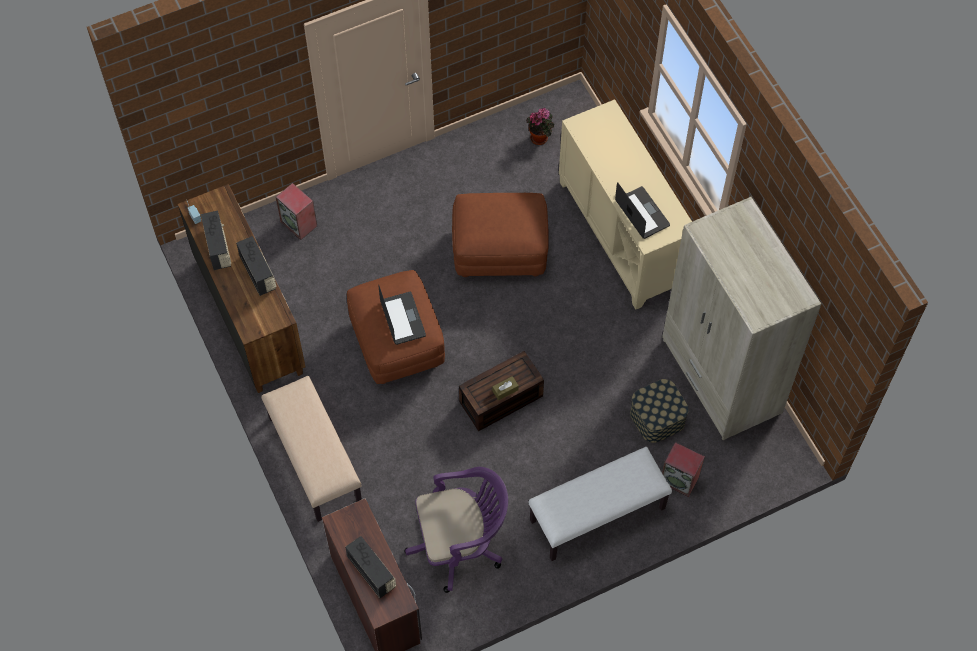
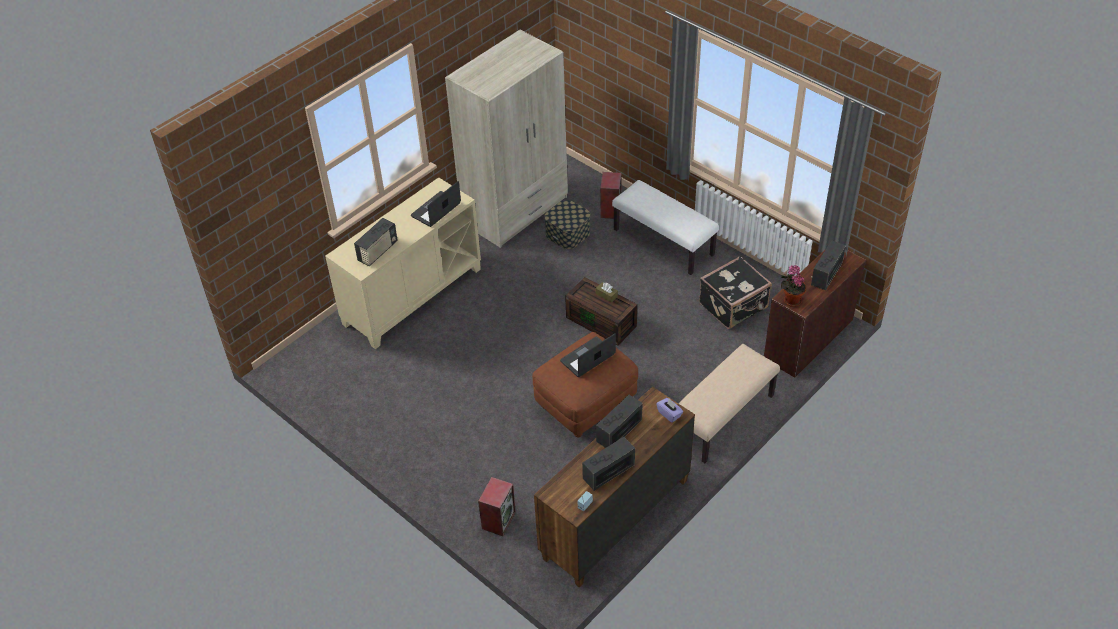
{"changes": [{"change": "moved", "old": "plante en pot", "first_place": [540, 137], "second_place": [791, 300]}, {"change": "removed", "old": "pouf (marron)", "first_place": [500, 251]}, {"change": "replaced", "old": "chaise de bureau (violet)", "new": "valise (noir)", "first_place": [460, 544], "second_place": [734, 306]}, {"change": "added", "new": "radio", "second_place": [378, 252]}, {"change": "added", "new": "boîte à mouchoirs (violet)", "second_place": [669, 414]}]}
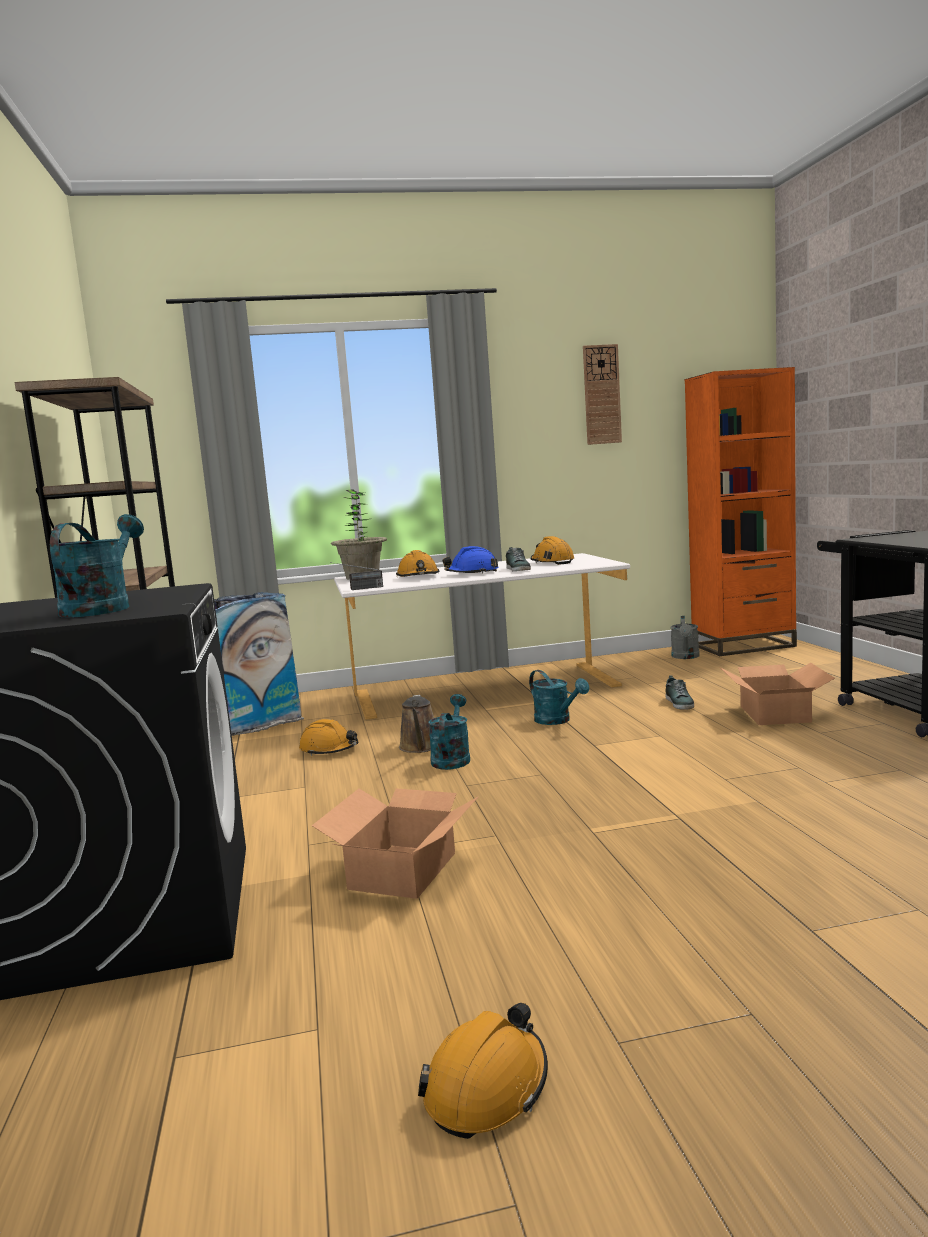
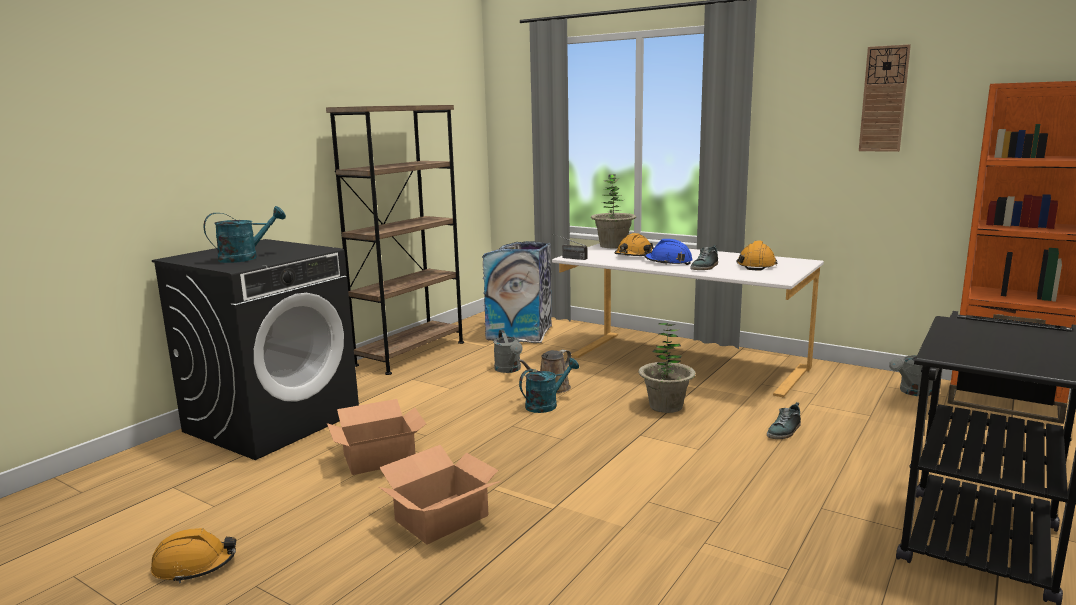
{"changes": [{"change": "moved", "old": "carton", "first_place": [774, 714], "second_place": [440, 518]}, {"change": "replaced", "old": "arrosoir (turquoise)", "new": "plante en pot", "first_place": [557, 721], "second_place": [666, 406]}, {"change": "replaced", "old": "casque de chantier (orange)", "new": "arrosoir (gris)", "first_place": [329, 749], "second_place": [509, 370]}]}
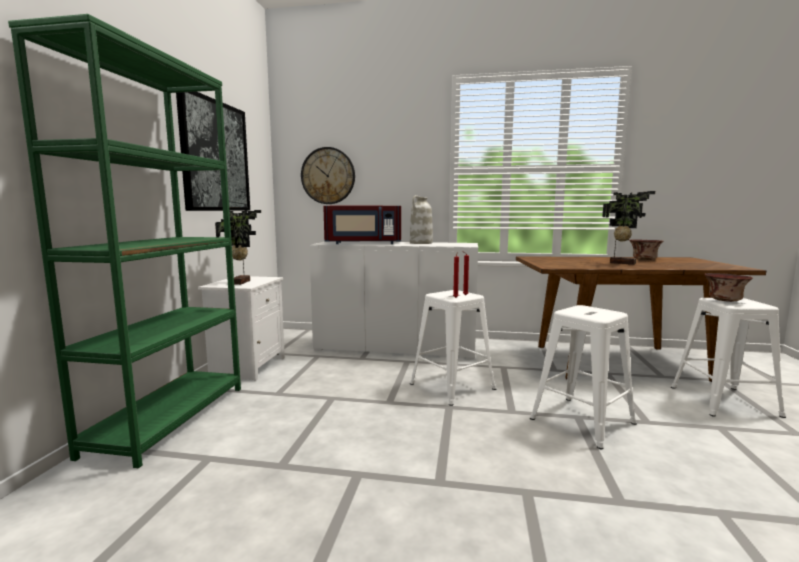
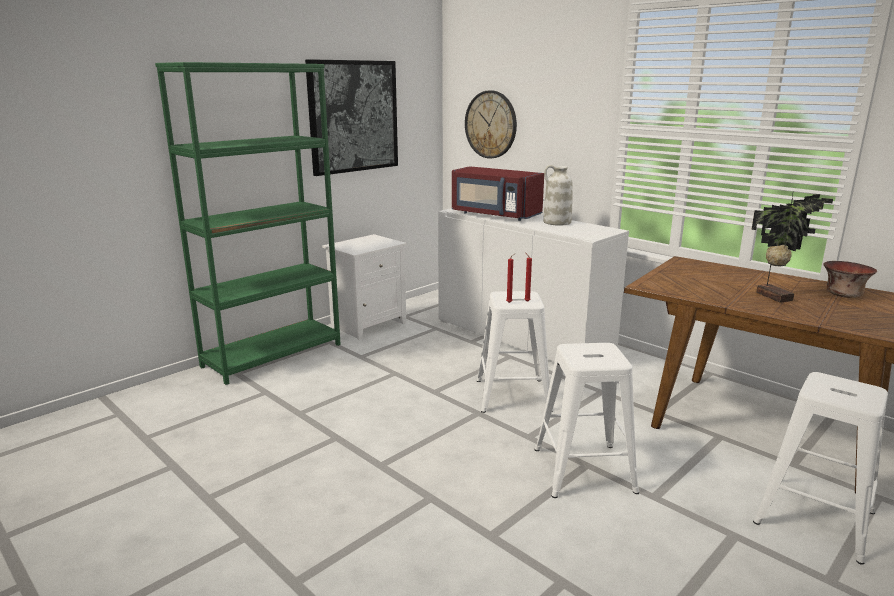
{"changes": [{"change": "removed", "old": "plante en pot", "first_place": [242, 282]}, {"change": "removed", "old": "bol", "first_place": [724, 300]}]}
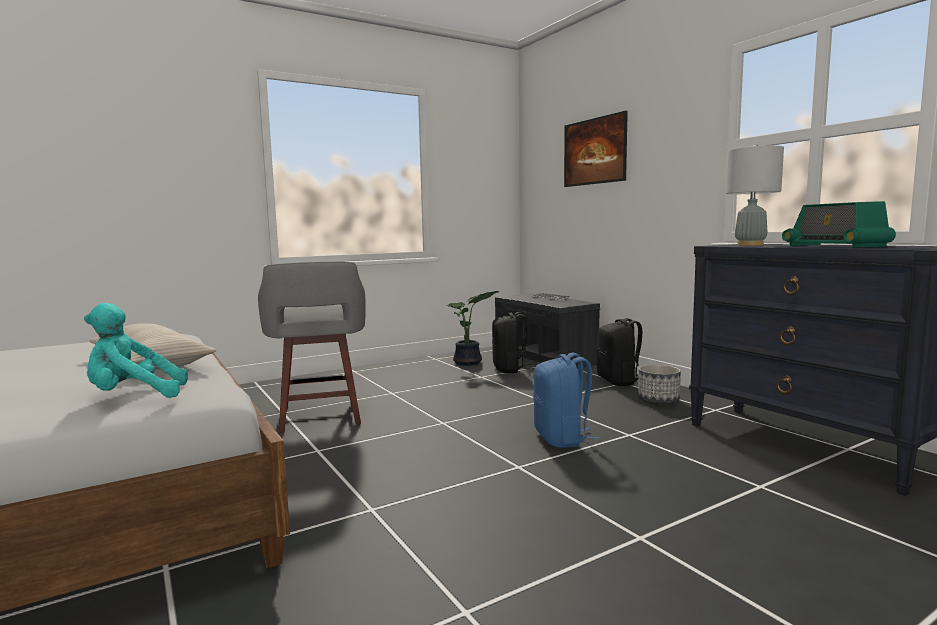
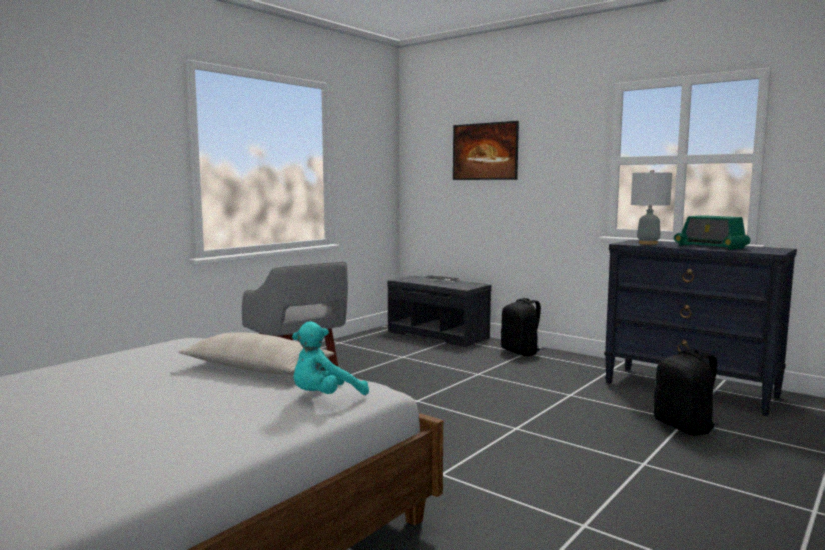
{"changes": [{"change": "removed", "old": "plante en pot", "first_place": [469, 363]}, {"change": "moved", "old": "sac à dos (noir)", "first_place": [510, 369], "second_place": [684, 427]}, {"change": "removed", "old": "sac à dos (bleu)", "first_place": [562, 439]}, {"change": "removed", "old": "cache-pot", "first_place": [658, 400]}]}
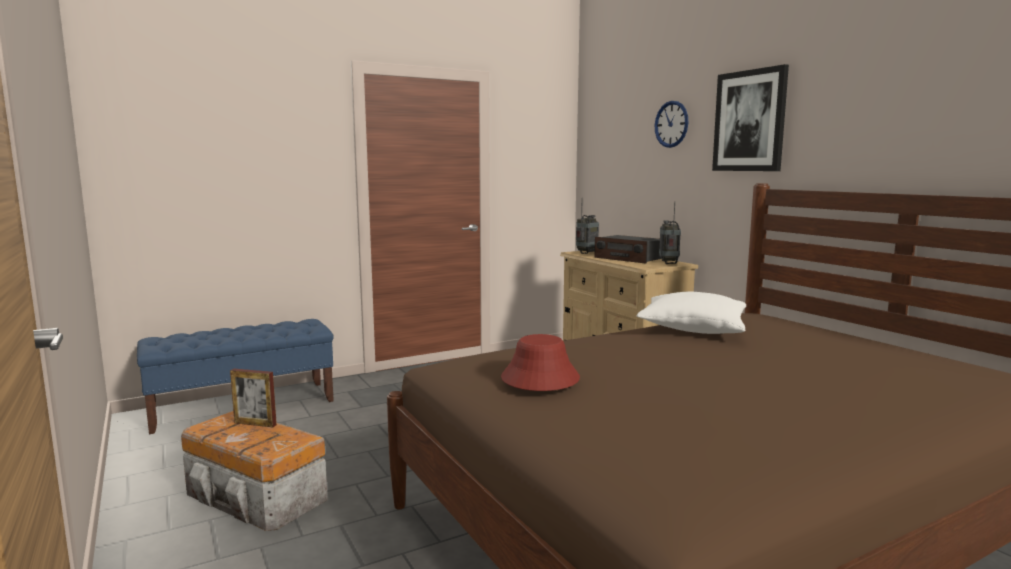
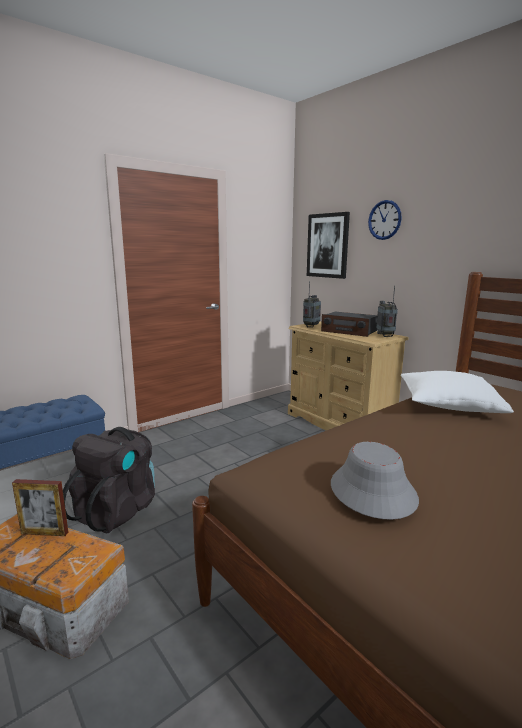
{"changes": [{"change": "moved", "old": "tableau", "first_place": [749, 121], "second_place": [328, 245]}, {"change": "recoloured", "old": "chapeau (rouge)", "new": "chapeau (gris)", "first_place": [539, 378], "second_place": [372, 491]}, {"change": "added", "new": "sac à dos (noir)", "second_place": [117, 510]}]}
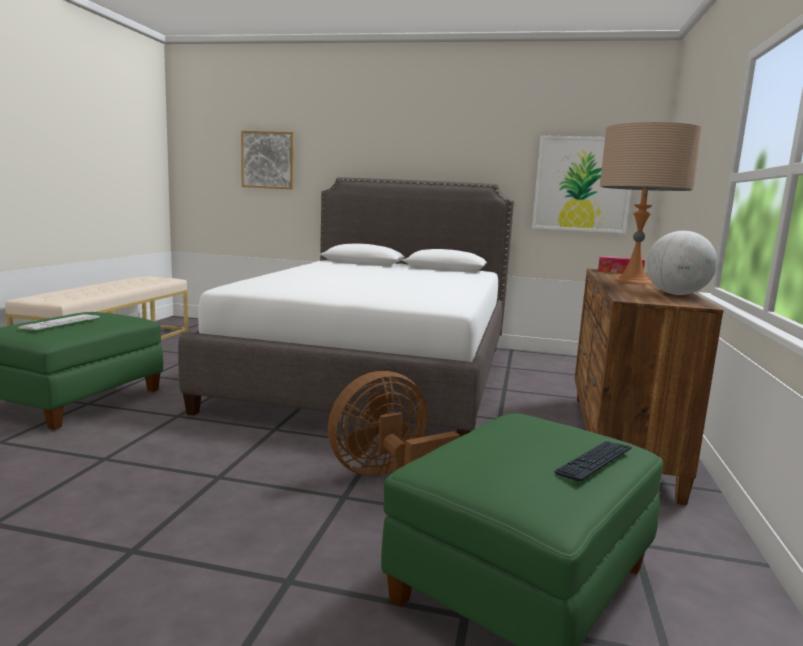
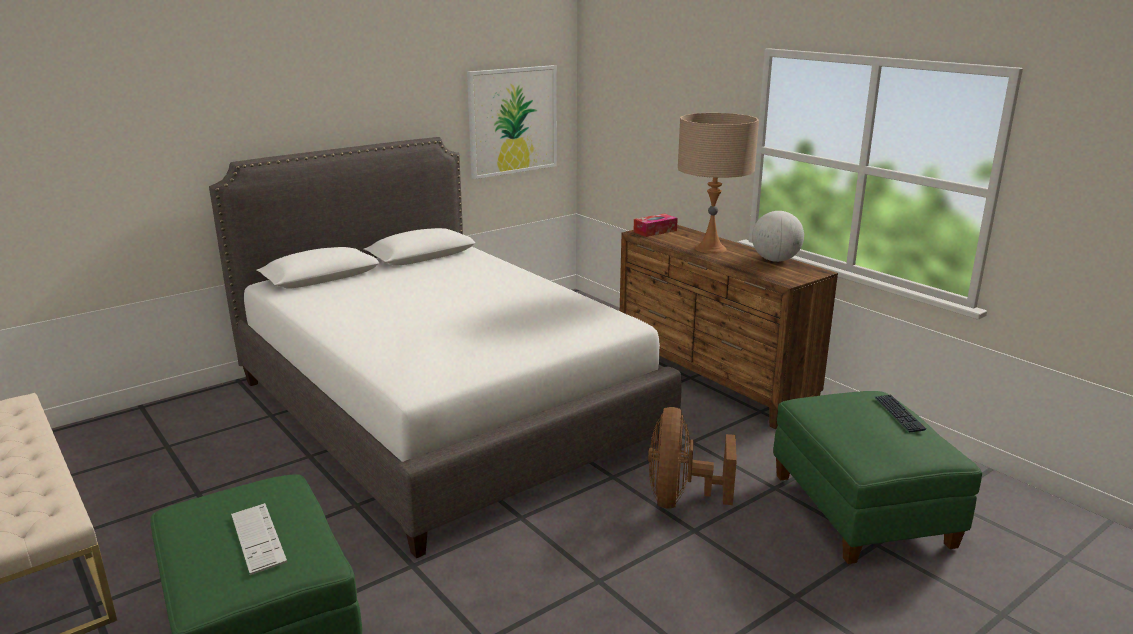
{"changes": [{"change": "removed", "old": "tableau", "first_place": [268, 160]}]}
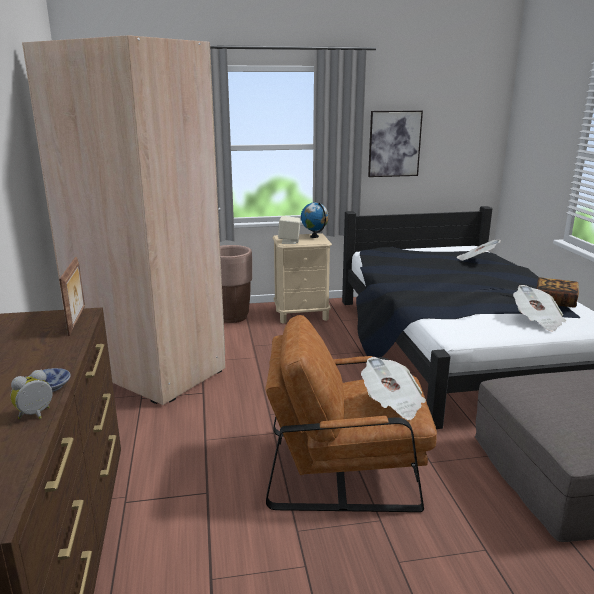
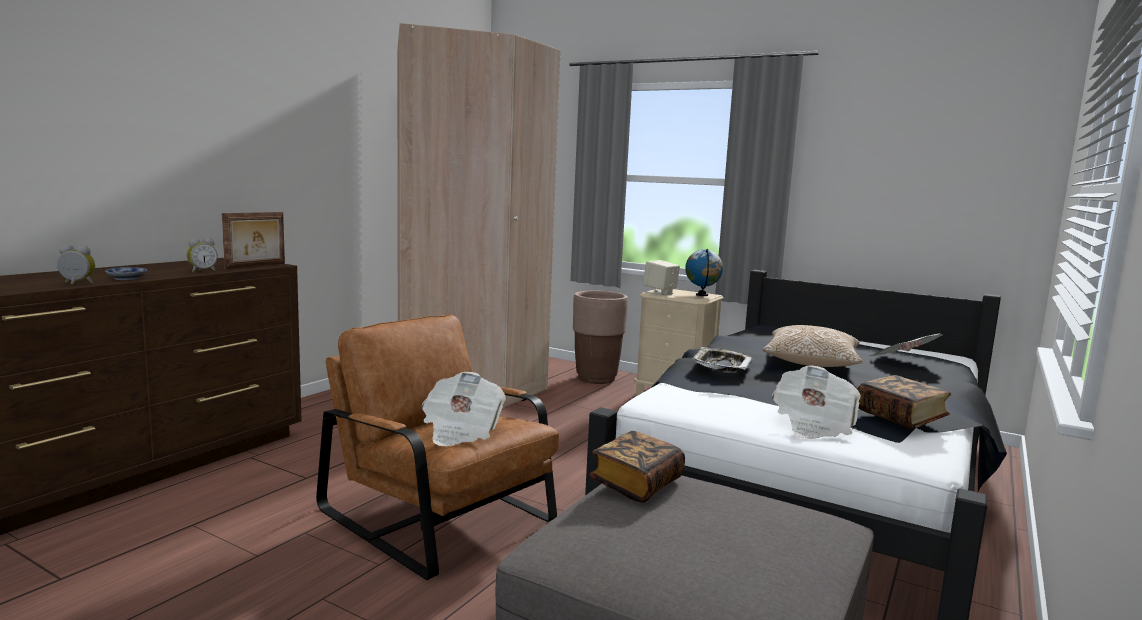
{"changes": [{"change": "removed", "old": "tableau", "first_place": [394, 144]}, {"change": "added", "new": "réveil", "second_place": [202, 271]}, {"change": "added", "new": "coussin", "second_place": [810, 364]}, {"change": "added", "new": "plateau", "second_place": [721, 365]}, {"change": "added", "new": "livre", "second_place": [636, 484]}]}
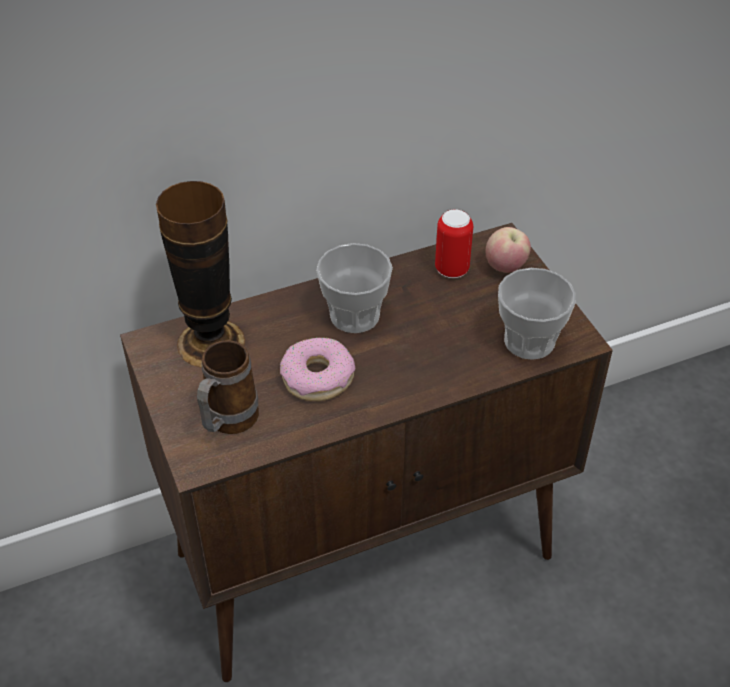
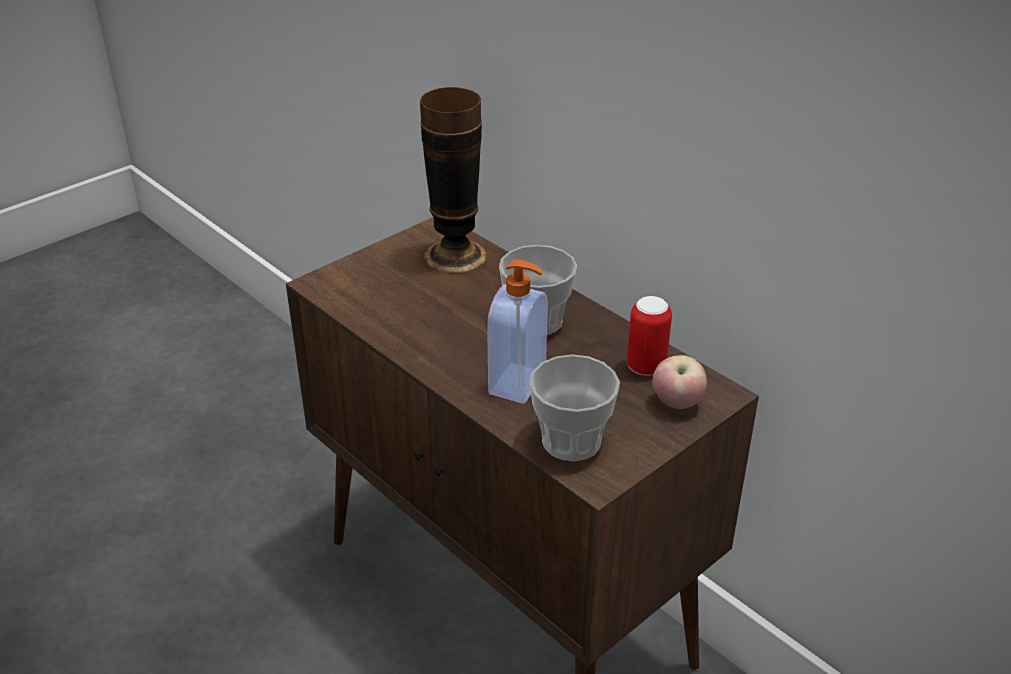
{"changes": [{"change": "removed", "old": "beignet", "first_place": [318, 377]}, {"change": "removed", "old": "mug", "first_place": [227, 423]}, {"change": "added", "new": "distributeur de savon", "second_place": [519, 384]}]}
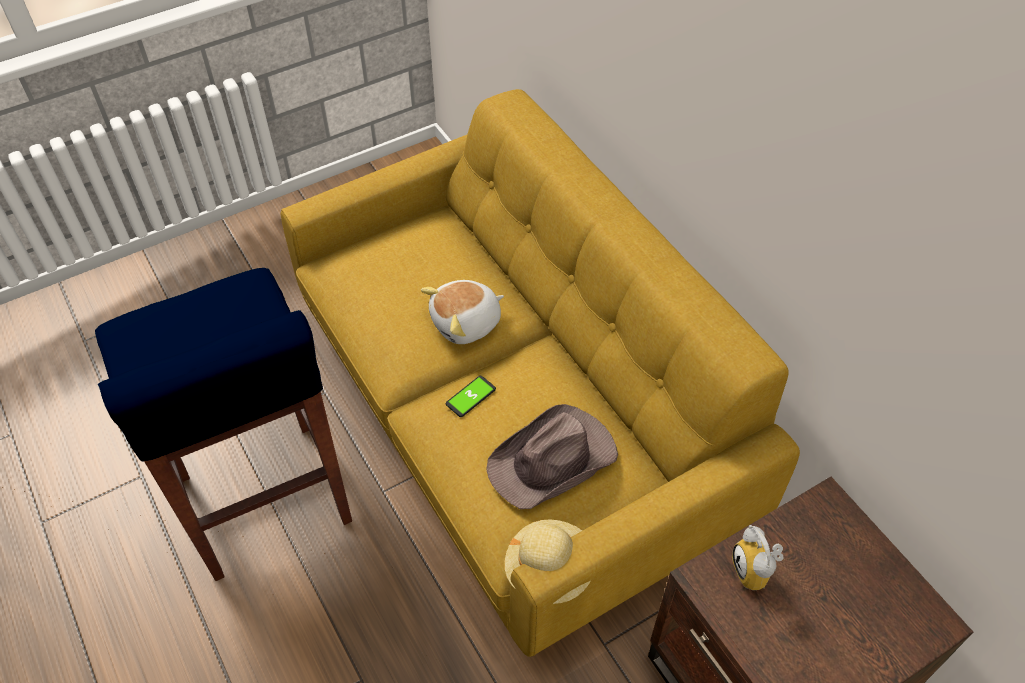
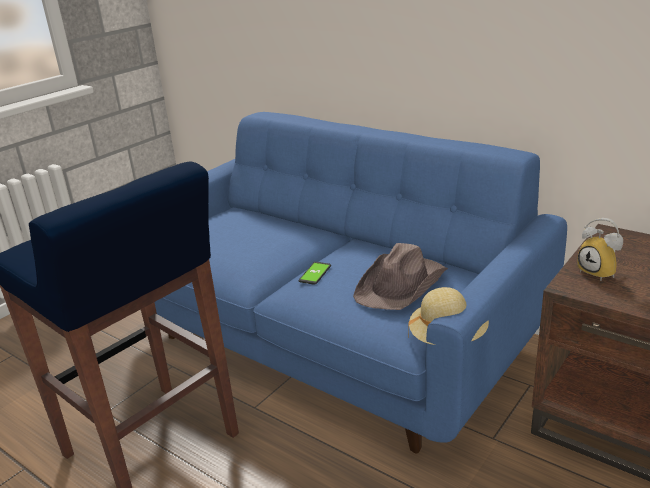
{"changes": [{"change": "recoloured", "old": "canapé (jaune)", "new": "canapé (bleu)", "first_place": [514, 423], "second_place": [333, 339]}, {"change": "removed", "old": "peluche", "first_place": [467, 323]}]}
